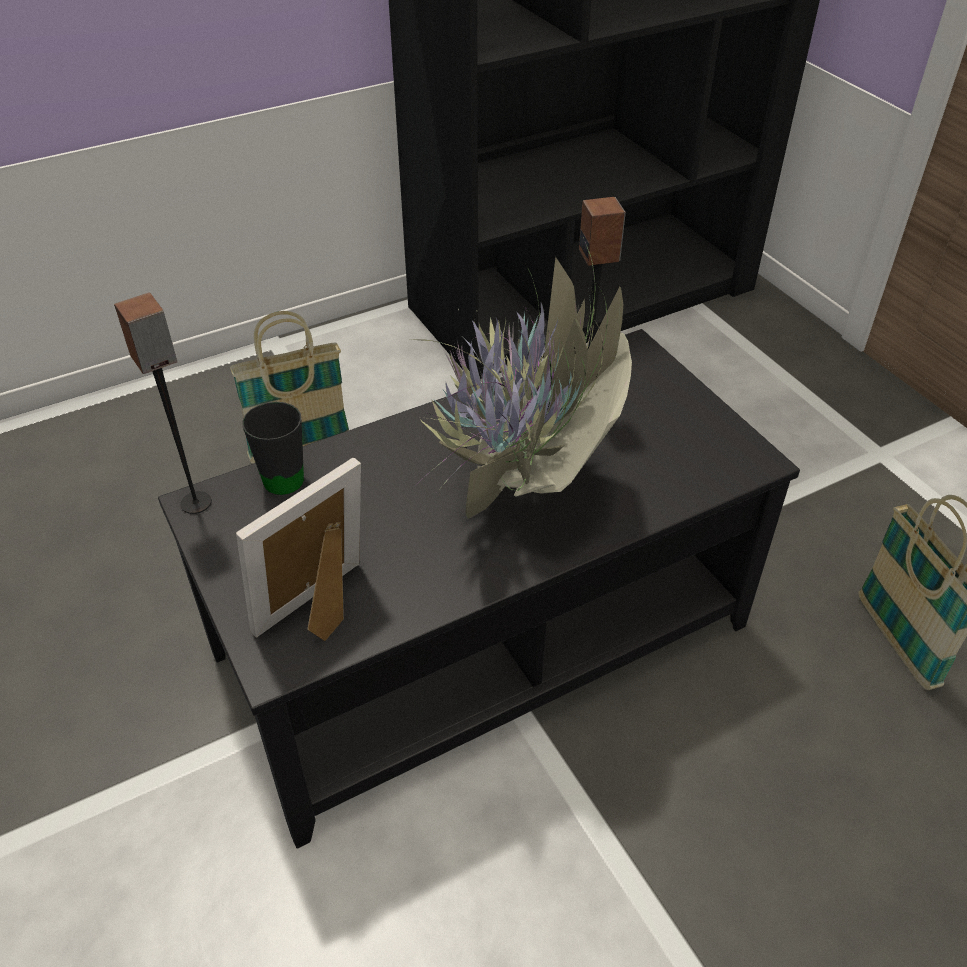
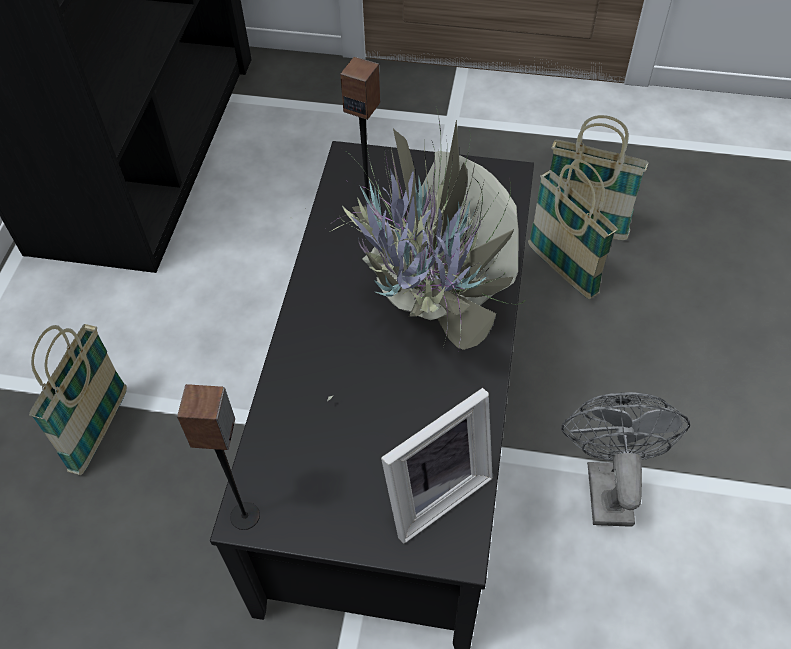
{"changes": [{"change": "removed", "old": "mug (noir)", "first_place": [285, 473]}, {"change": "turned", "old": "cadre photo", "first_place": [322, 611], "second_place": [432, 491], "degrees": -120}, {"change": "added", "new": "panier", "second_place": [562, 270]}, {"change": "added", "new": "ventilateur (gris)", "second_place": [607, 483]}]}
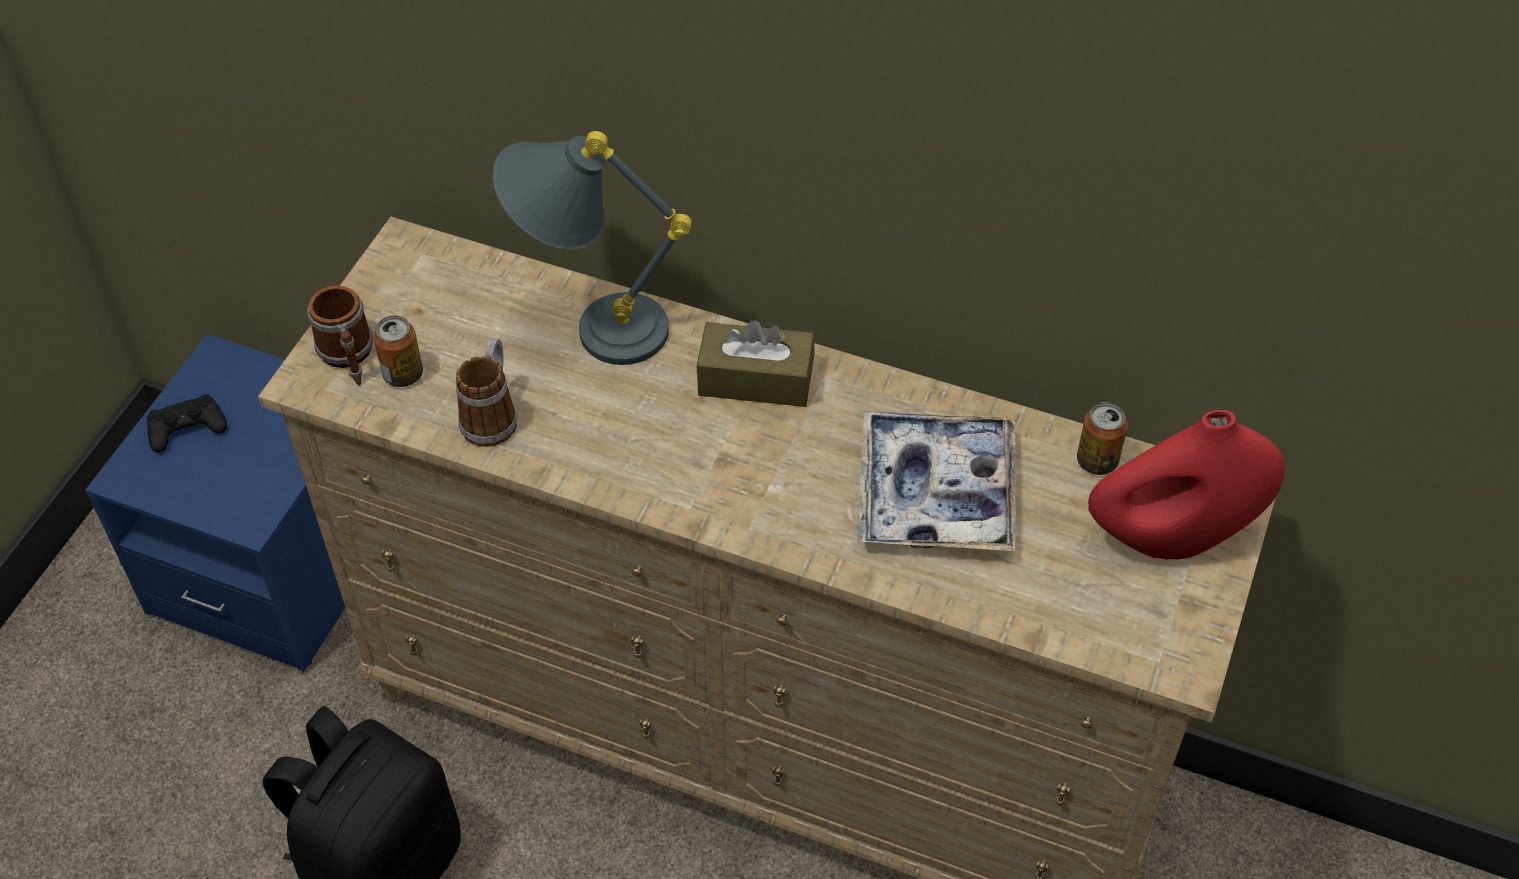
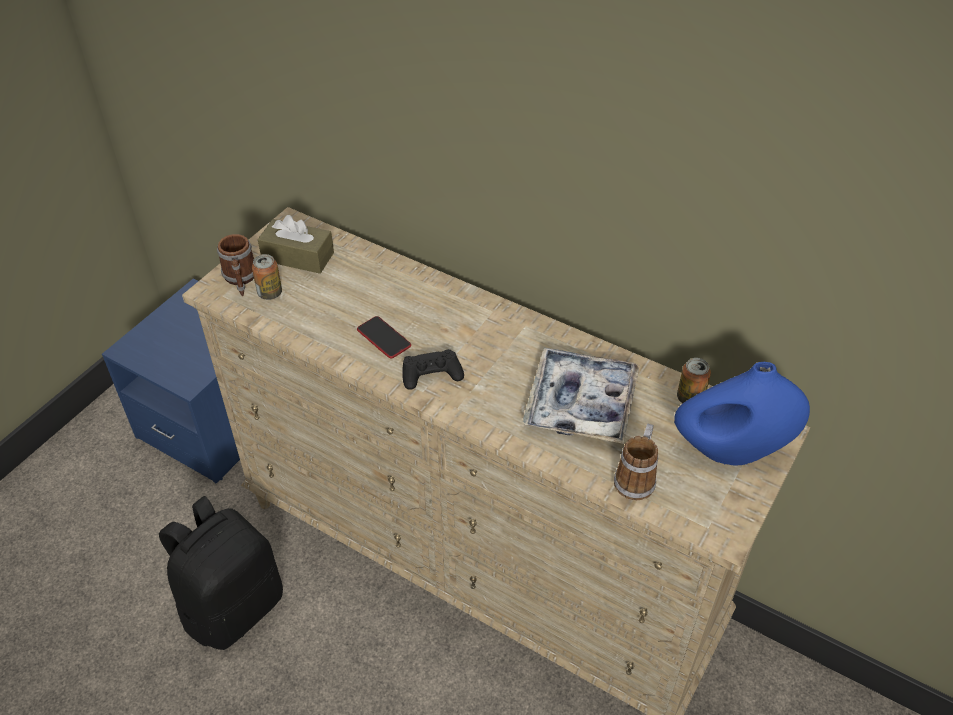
{"changes": [{"change": "removed", "old": "lampe de table (gris)", "first_place": [590, 327]}, {"change": "moved", "old": "boîte à mouchoirs (marron)", "first_place": [755, 379], "second_place": [298, 256]}, {"change": "moved", "old": "mug", "first_place": [492, 415], "second_place": [636, 477]}, {"change": "moved", "old": "manette (noir)", "first_place": [187, 428], "second_place": [431, 374]}, {"change": "recoloured", "old": "vase (rouge)", "new": "vase (bleu)", "first_place": [1171, 539], "second_place": [730, 452]}, {"change": "added", "new": "téléphone", "second_place": [384, 338]}]}
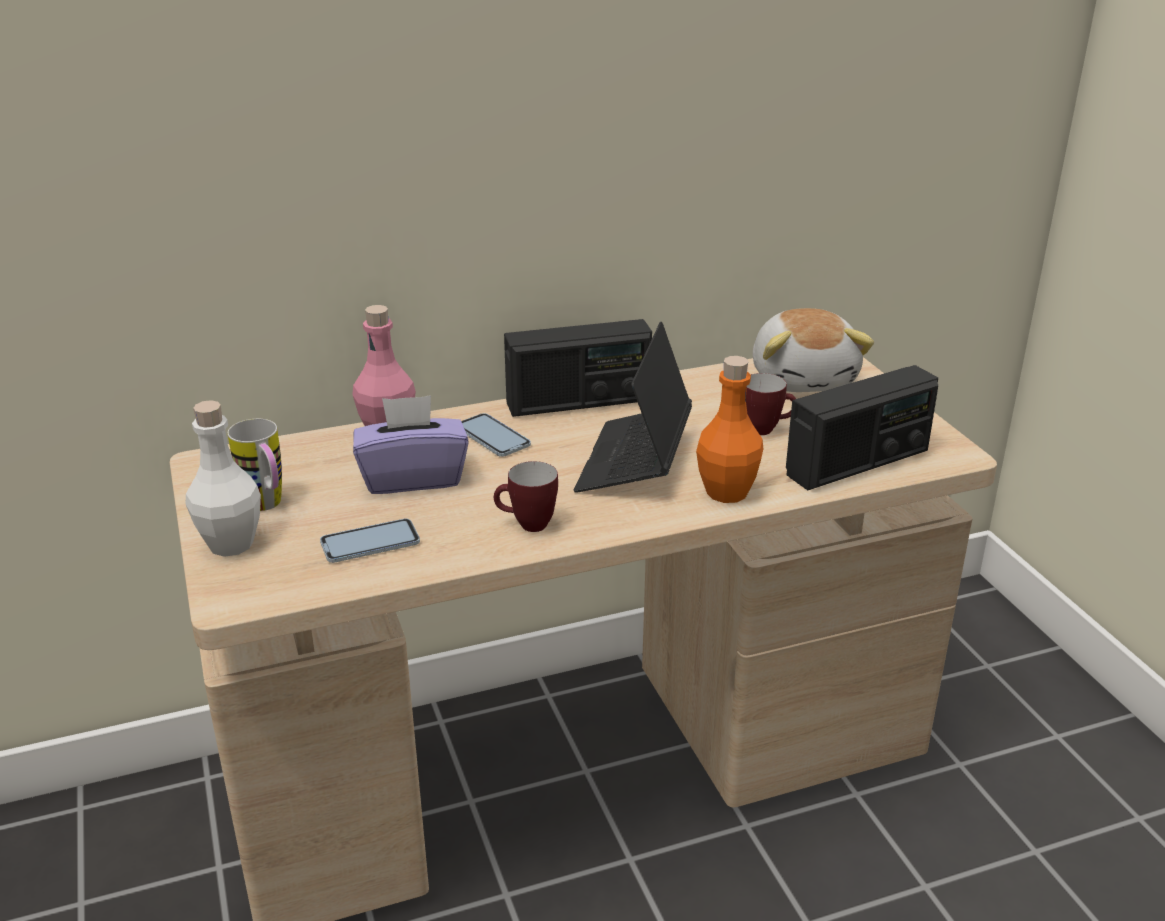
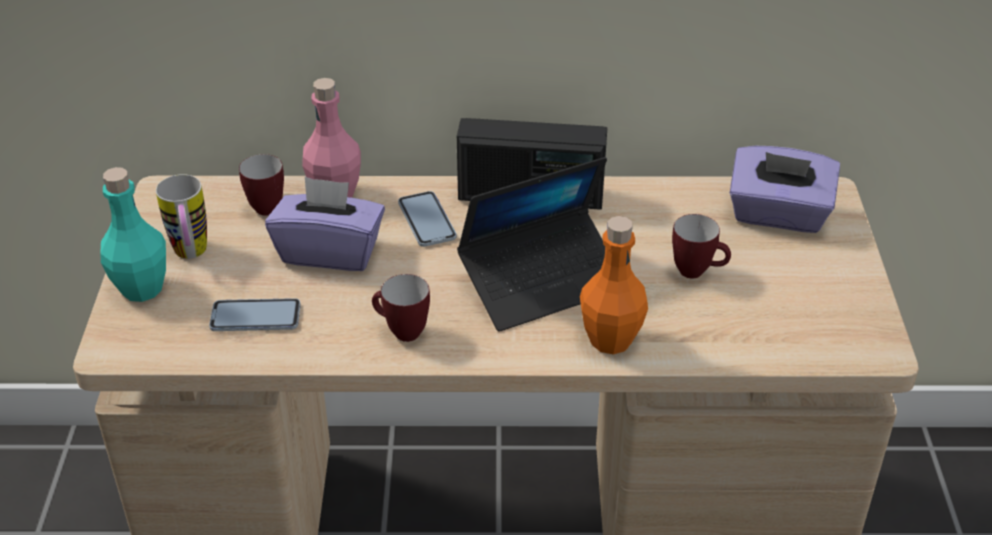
{"changes": [{"change": "replaced", "old": "peluche", "new": "boîte à mouchoirs (violet)", "first_place": [804, 378], "second_place": [778, 215]}, {"change": "turned", "old": "ordinateur portable", "first_place": [634, 462], "second_place": [542, 282], "degrees": -150}, {"change": "removed", "old": "radio", "first_place": [858, 463]}, {"change": "recoloured", "old": "bouteille (blanc)", "new": "bouteille (turquoise)", "first_place": [231, 544], "second_place": [142, 288]}, {"change": "added", "new": "mug", "second_place": [266, 205]}]}
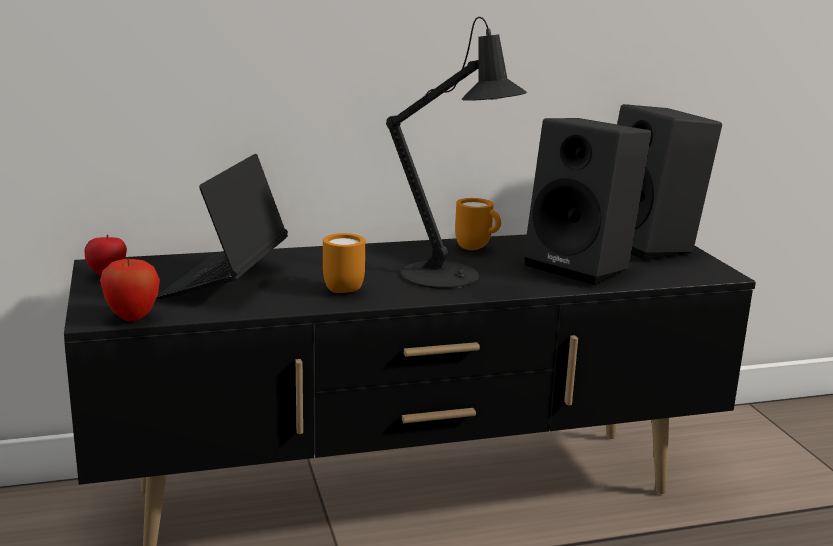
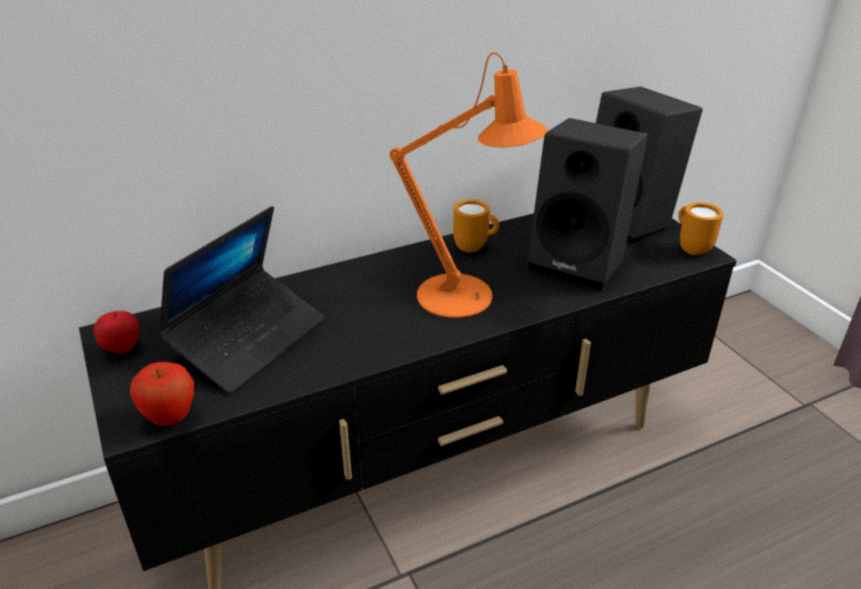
{"changes": [{"change": "recoloured", "old": "lampe de table (noir)", "new": "lampe de table (orange)", "first_place": [450, 277], "second_place": [465, 298]}, {"change": "turned", "old": "ordinateur portable", "first_place": [225, 281], "second_place": [248, 339], "degrees": -150}, {"change": "moved", "old": "mug (orange)", "first_place": [342, 288], "second_place": [691, 248]}]}
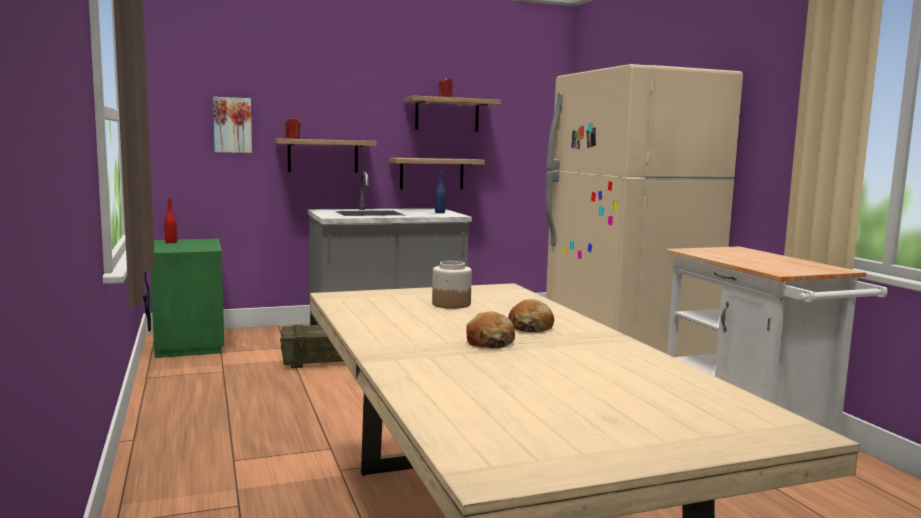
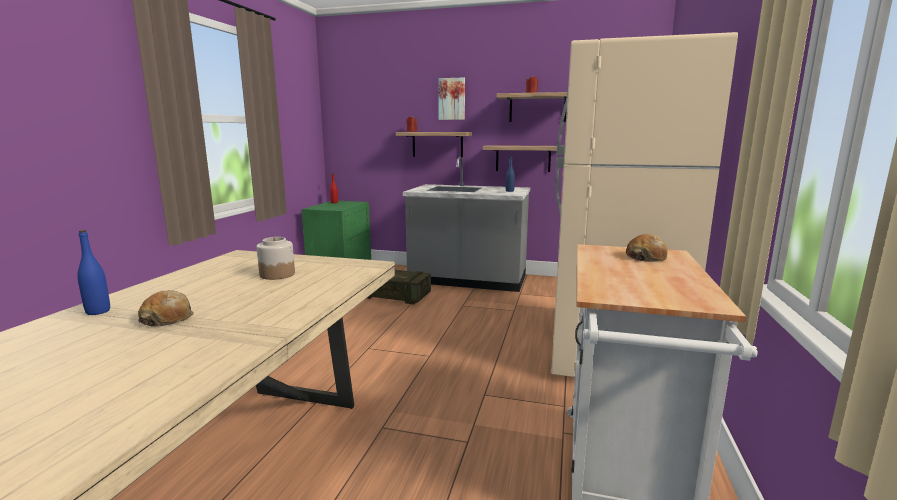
{"changes": [{"change": "moved", "old": "tableau", "first_place": [232, 125], "second_place": [452, 99]}, {"change": "moved", "old": "pain", "first_place": [530, 327], "second_place": [646, 257]}, {"change": "added", "new": "bouteille (bleu)", "second_place": [98, 311]}]}
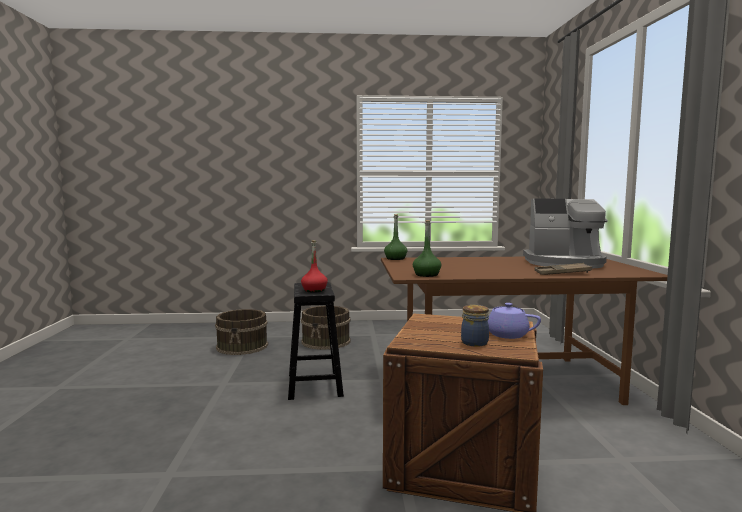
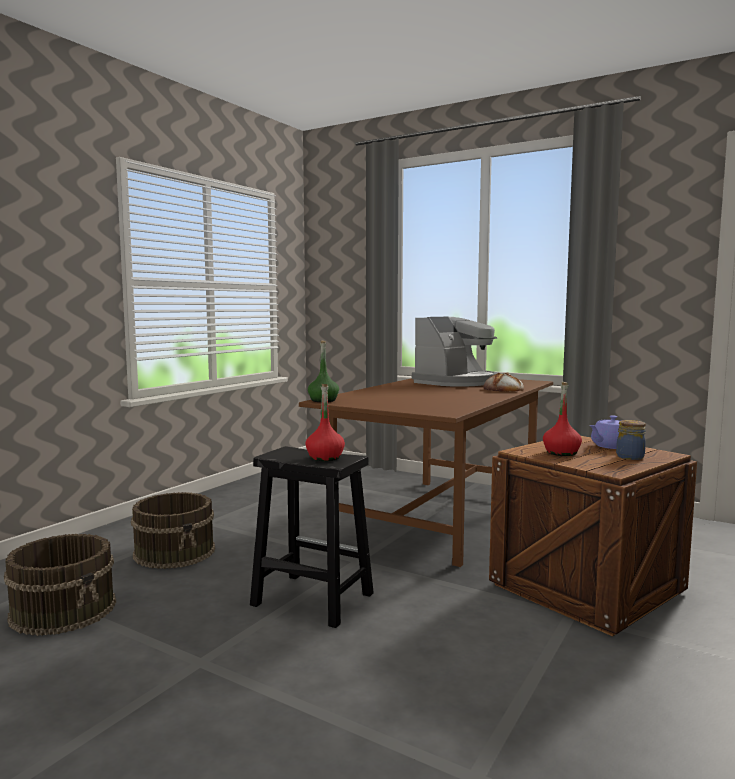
{"changes": [{"change": "removed", "old": "bouteille (vert)", "first_place": [426, 275]}, {"change": "replaced", "old": "plateau (marron)", "new": "pain", "first_place": [562, 273], "second_place": [503, 389]}, {"change": "added", "new": "bouteille (rouge)", "second_place": [561, 453]}]}
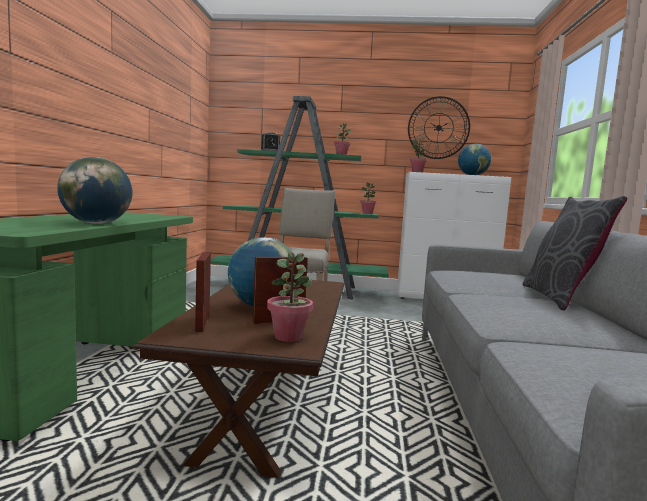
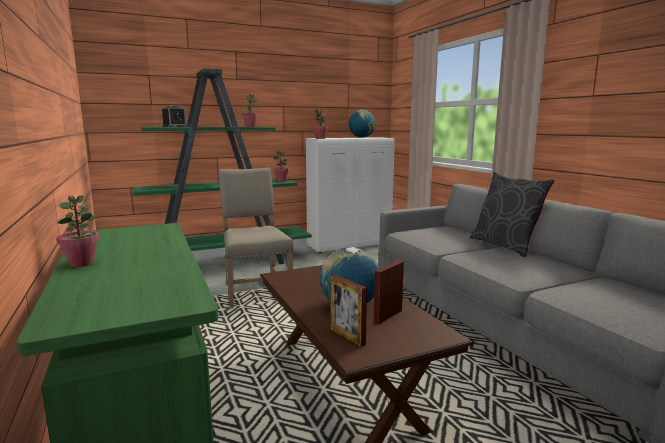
{"changes": [{"change": "removed", "old": "horloge murale", "first_place": [438, 128]}, {"change": "removed", "old": "globe", "first_place": [96, 223]}, {"change": "moved", "old": "plante en pot", "first_place": [288, 337], "second_place": [82, 263]}]}
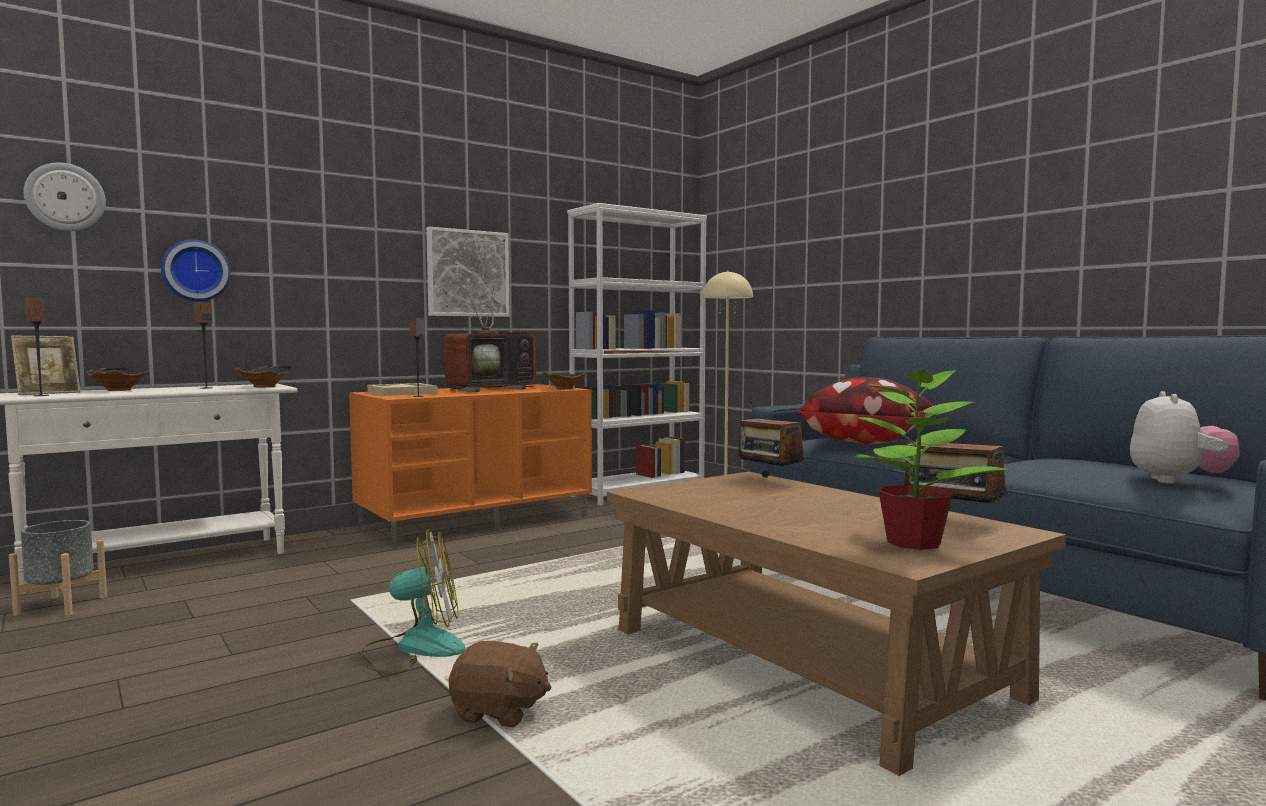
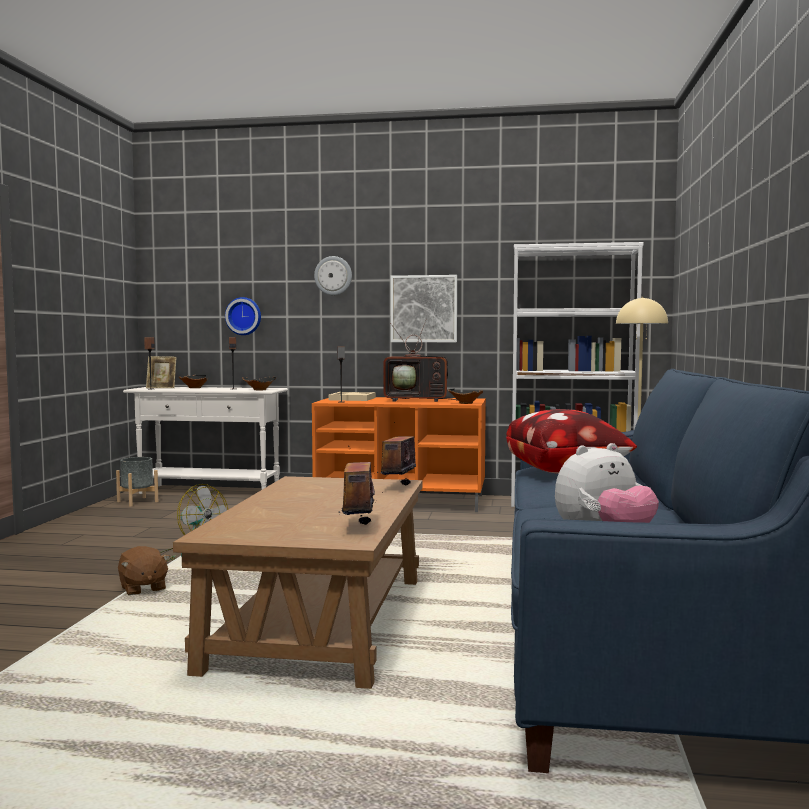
{"changes": [{"change": "moved", "old": "horloge murale", "first_place": [65, 197], "second_place": [333, 275]}, {"change": "removed", "old": "plante en pot", "first_place": [915, 542]}]}
